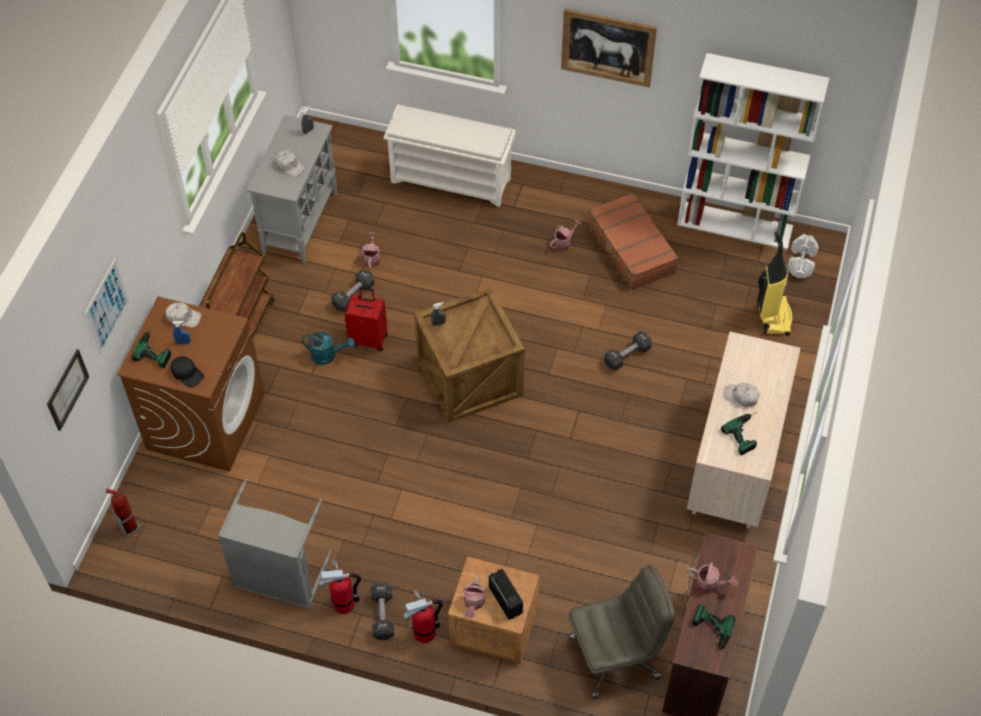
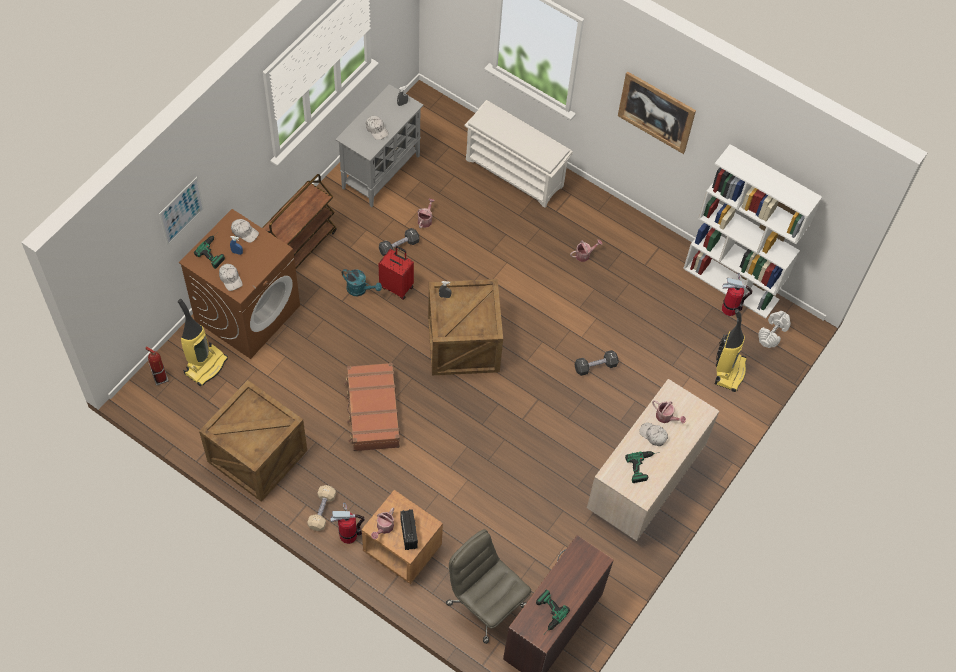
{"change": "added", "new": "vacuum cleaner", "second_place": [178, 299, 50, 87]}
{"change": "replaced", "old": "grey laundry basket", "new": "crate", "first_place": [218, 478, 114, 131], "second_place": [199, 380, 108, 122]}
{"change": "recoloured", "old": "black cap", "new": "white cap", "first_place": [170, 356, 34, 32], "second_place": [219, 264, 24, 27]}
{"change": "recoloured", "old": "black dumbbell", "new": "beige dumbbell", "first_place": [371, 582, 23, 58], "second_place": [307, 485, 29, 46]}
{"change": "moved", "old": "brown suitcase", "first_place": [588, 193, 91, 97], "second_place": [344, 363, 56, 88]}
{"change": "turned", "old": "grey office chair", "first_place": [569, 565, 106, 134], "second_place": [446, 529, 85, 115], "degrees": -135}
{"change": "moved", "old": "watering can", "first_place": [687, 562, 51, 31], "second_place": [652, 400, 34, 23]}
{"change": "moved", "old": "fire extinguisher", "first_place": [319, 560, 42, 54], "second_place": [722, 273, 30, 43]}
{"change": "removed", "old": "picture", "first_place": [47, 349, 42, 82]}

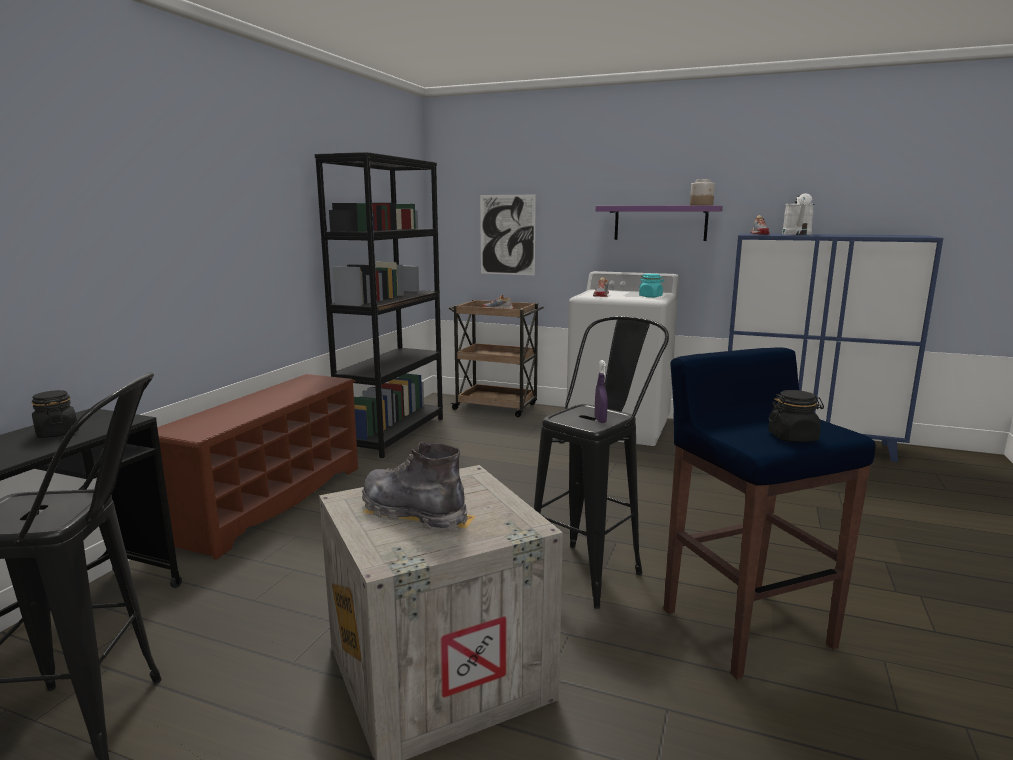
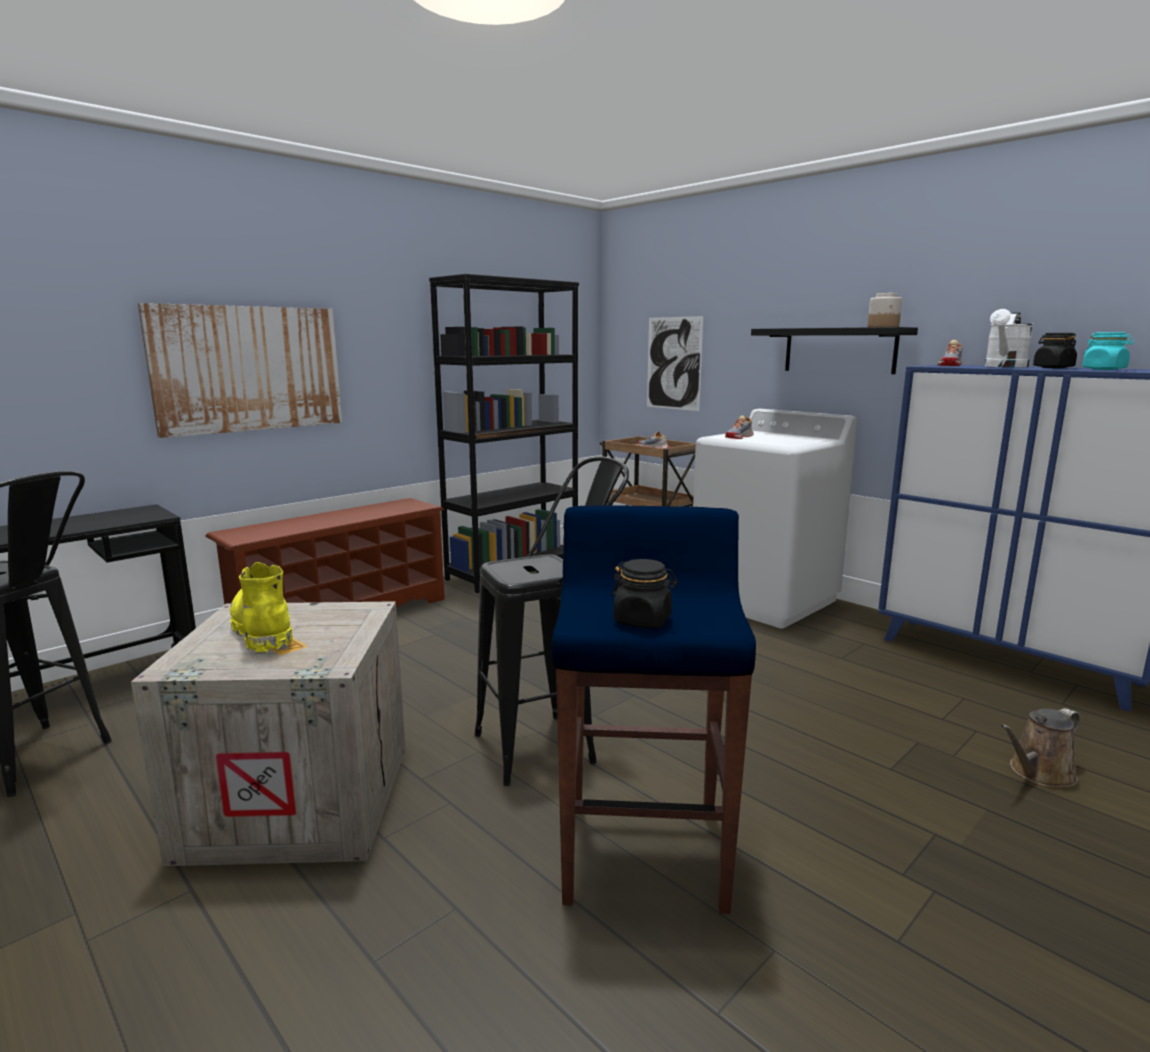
{"change": "added", "new": "picture", "second_place": [138, 303, 204, 135]}
{"change": "recoloured", "old": "grey boot", "new": "yellow boot", "first_place": [362, 442, 106, 89], "second_place": [230, 562, 63, 92]}
{"change": "recoloured", "old": "purple shelf", "new": "black shelf", "first_place": [596, 205, 127, 36], "second_place": [751, 327, 167, 47]}
{"change": "added", "new": "brown watering can", "second_place": [1000, 708, 80, 79]}
{"change": "moved", "old": "black jar", "first_place": [31, 390, 48, 48], "second_place": [1033, 333, 44, 35]}
{"change": "moved", "old": "turquoise jar", "first_place": [639, 274, 25, 24], "second_place": [1082, 332, 52, 38]}
{"change": "removed", "old": "purple spray bottle", "first_place": [595, 360, 13, 63]}

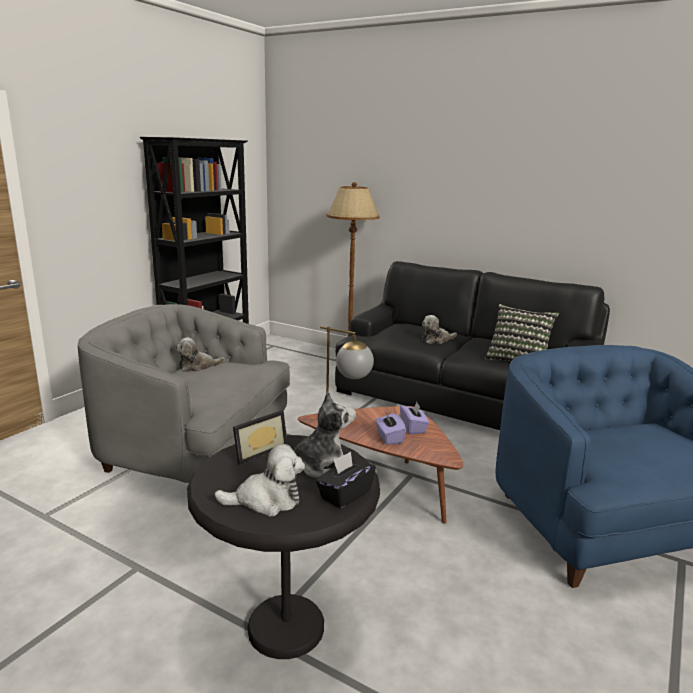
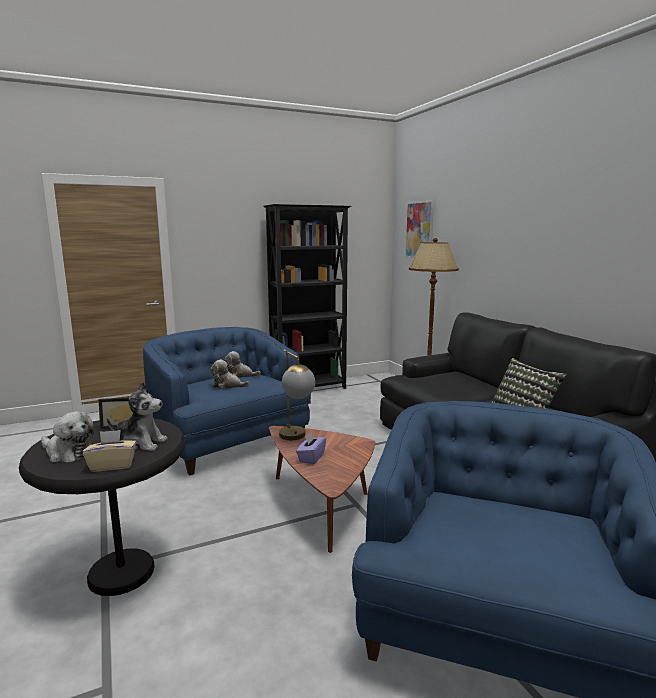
{"change": "recoloured", "old": "black tissue box", "new": "beige tissue box", "first_place": [316, 452, 60, 57], "second_place": [83, 430, 54, 42]}
{"change": "recoloured", "old": "grey armchair", "new": "blue armchair", "first_place": [78, 304, 212, 179], "second_place": [143, 327, 168, 148]}
{"change": "moved", "old": "plush toy", "first_place": [422, 315, 35, 29], "second_place": [211, 359, 38, 30]}
{"change": "added", "new": "picture", "second_place": [405, 200, 29, 58]}
{"change": "removed", "old": "purple tissue box", "first_place": [400, 402, 29, 32]}

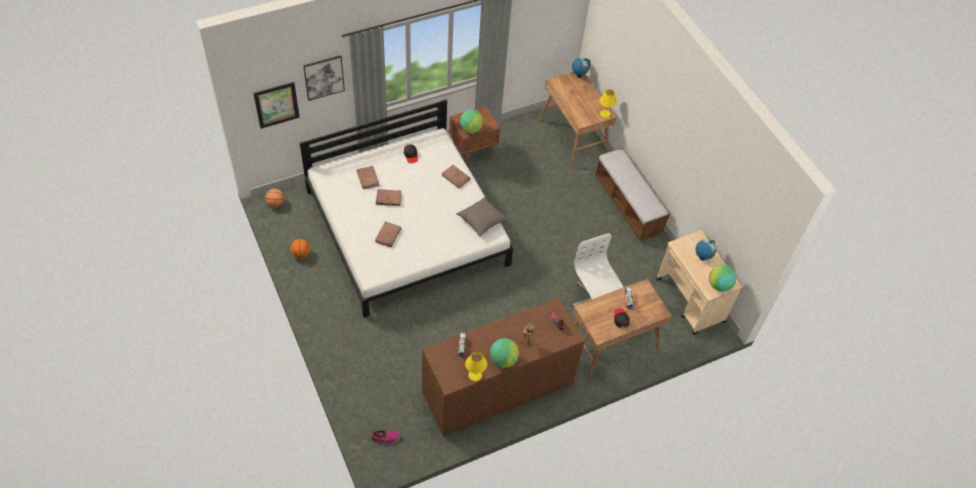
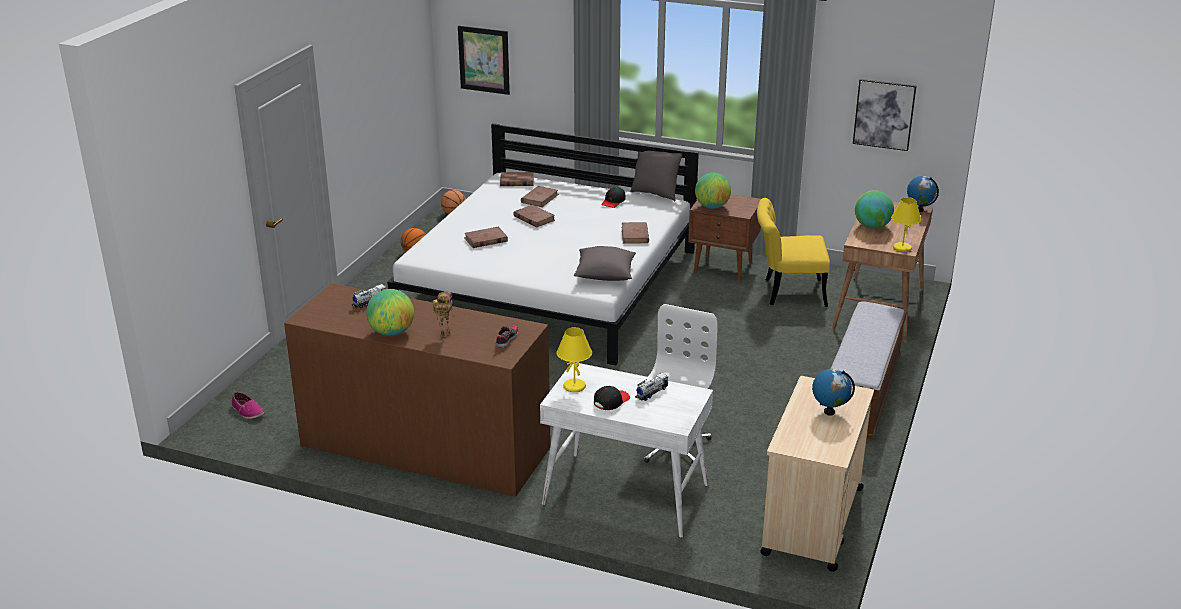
{"change": "added", "new": "brown book", "second_place": [500, 172, 34, 14]}
{"change": "recoloured", "old": "brown desk", "new": "white desk", "first_place": [572, 279, 100, 100], "second_place": [540, 362, 173, 176]}
{"change": "moved", "old": "yellow table lamp", "first_place": [465, 352, 22, 30], "second_place": [557, 327, 35, 65]}
{"change": "added", "new": "grey pillow", "second_place": [630, 142, 52, 59]}
{"change": "added", "new": "yellow chair", "second_place": [757, 198, 73, 109]}
{"change": "moved", "old": "picture", "first_place": [303, 55, 42, 46], "second_place": [853, 79, 64, 72]}
{"change": "moved", "old": "globe", "first_place": [709, 265, 27, 26], "second_place": [855, 190, 39, 39]}

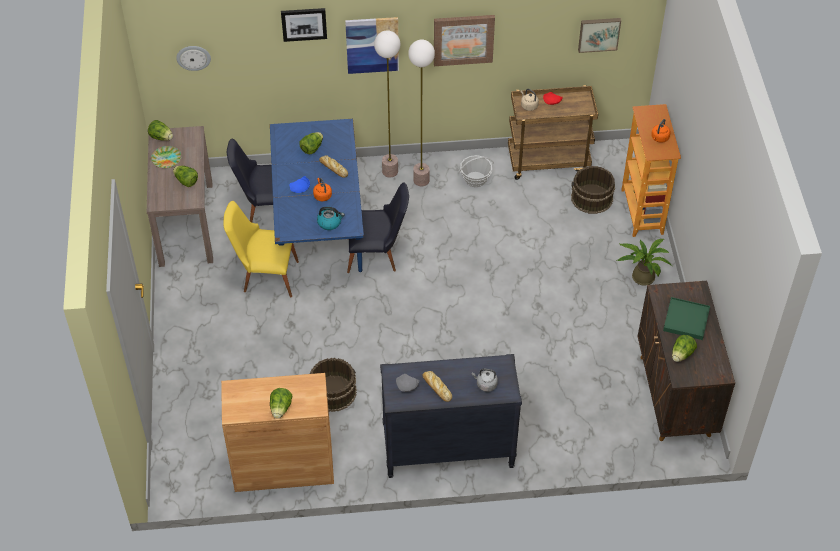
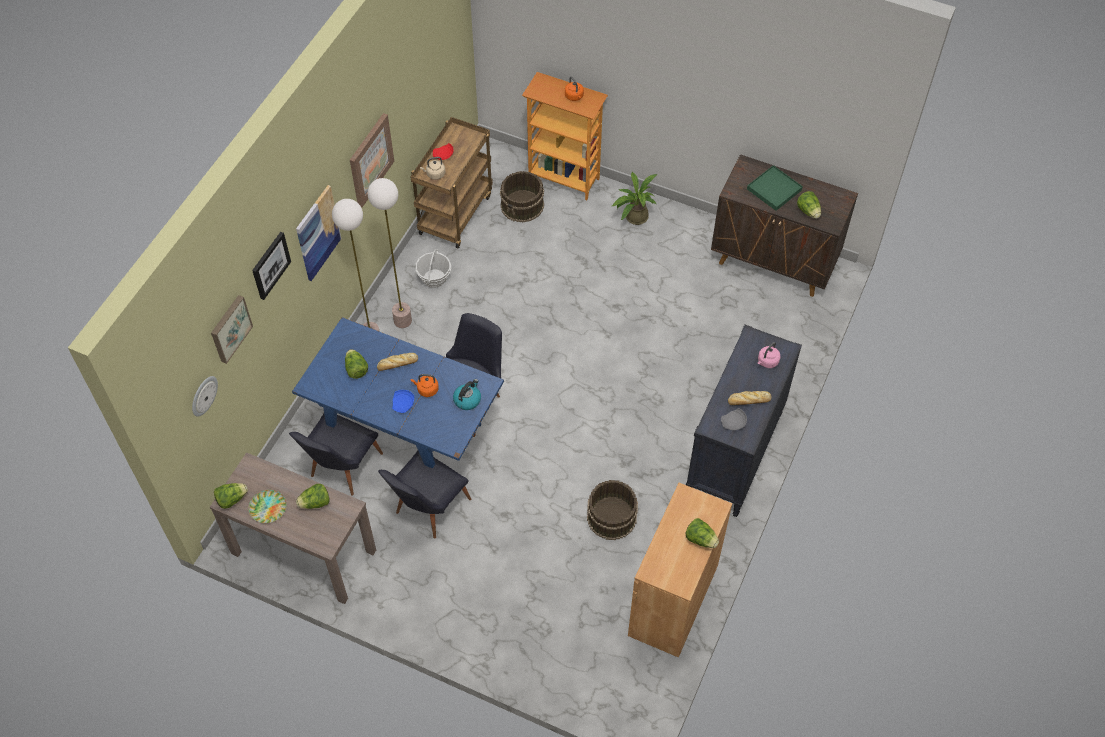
{"change": "moved", "old": "picture", "first_place": [578, 18, 43, 35], "second_place": [211, 295, 42, 69]}
{"change": "recoloured", "old": "yellow chair", "new": "black chair", "first_place": [223, 201, 76, 96], "second_place": [378, 451, 93, 88]}
{"change": "recoloured", "old": "grey kettle", "new": "pink kettle", "first_place": [472, 368, 26, 24], "second_place": [758, 342, 23, 26]}

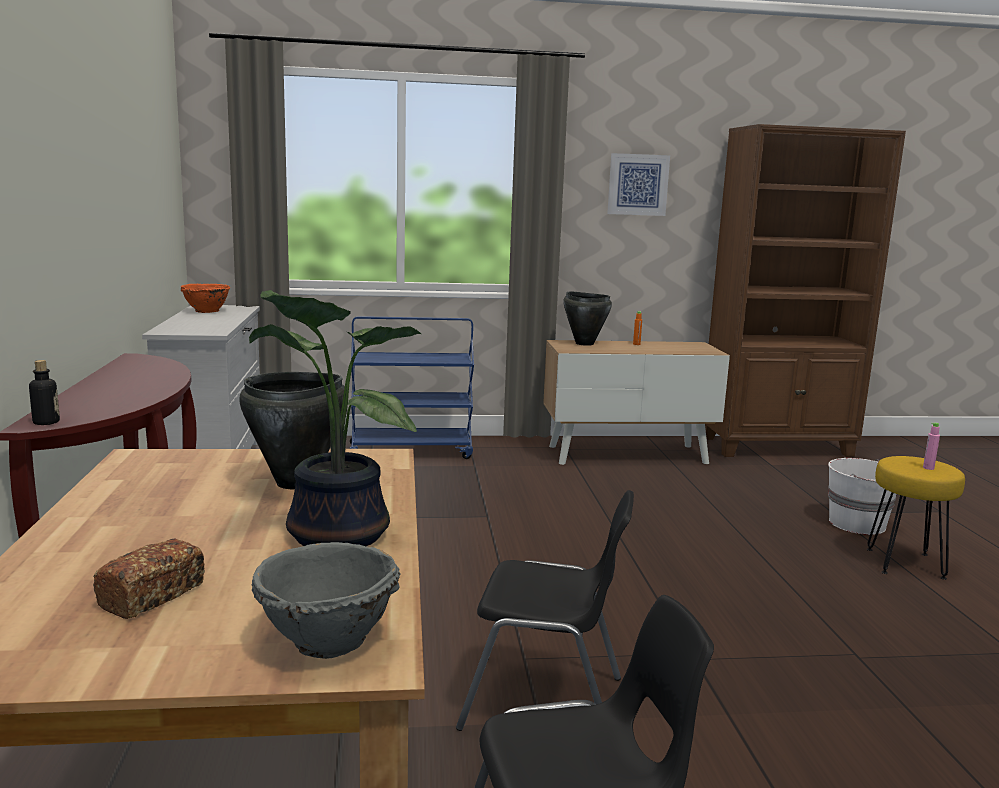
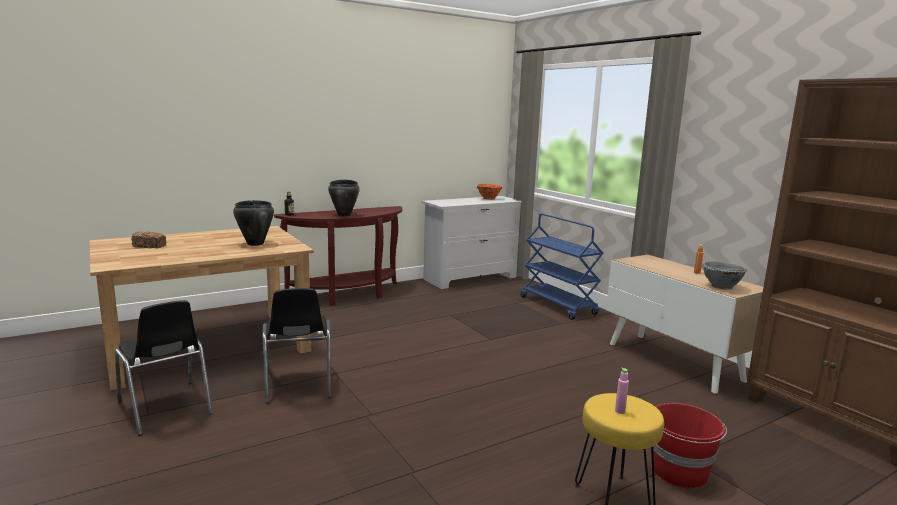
{"change": "moved", "old": "black cooking pot", "first_place": [563, 292, 49, 54], "second_place": [328, 180, 32, 36]}
{"change": "recoloured", "old": "white bucket", "new": "red bucket", "first_place": [828, 458, 69, 77], "second_place": [653, 403, 74, 86]}
{"change": "moved", "old": "grey bowl", "first_place": [252, 542, 149, 117], "second_place": [702, 261, 45, 28]}
{"change": "removed", "old": "potted plant", "first_place": [249, 290, 172, 256]}
{"change": "removed", "old": "picture", "first_place": [607, 153, 63, 63]}

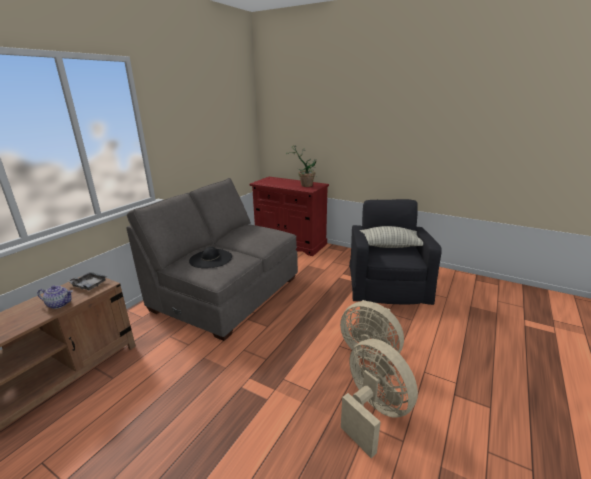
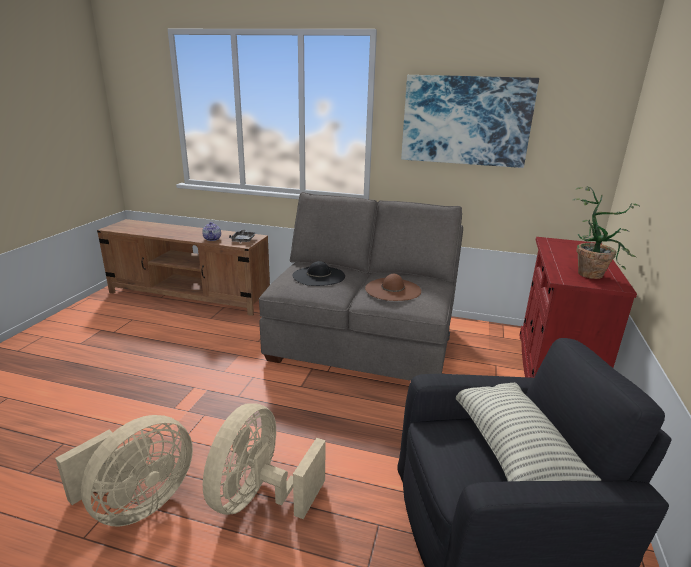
{"change": "added", "new": "brown hat", "second_place": [365, 274, 56, 27]}
{"change": "added", "new": "picture", "second_place": [401, 75, 138, 93]}

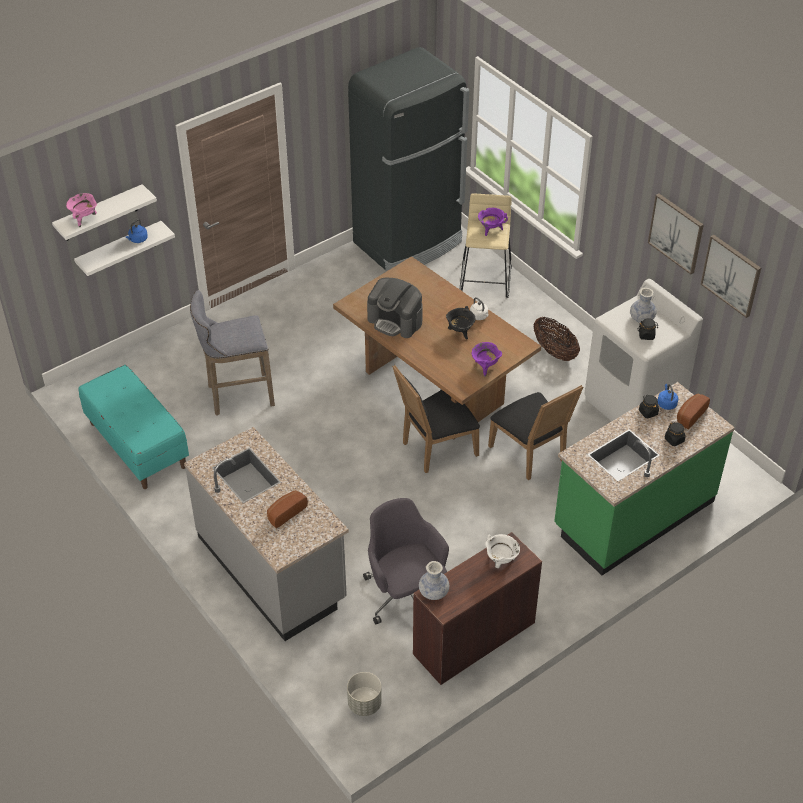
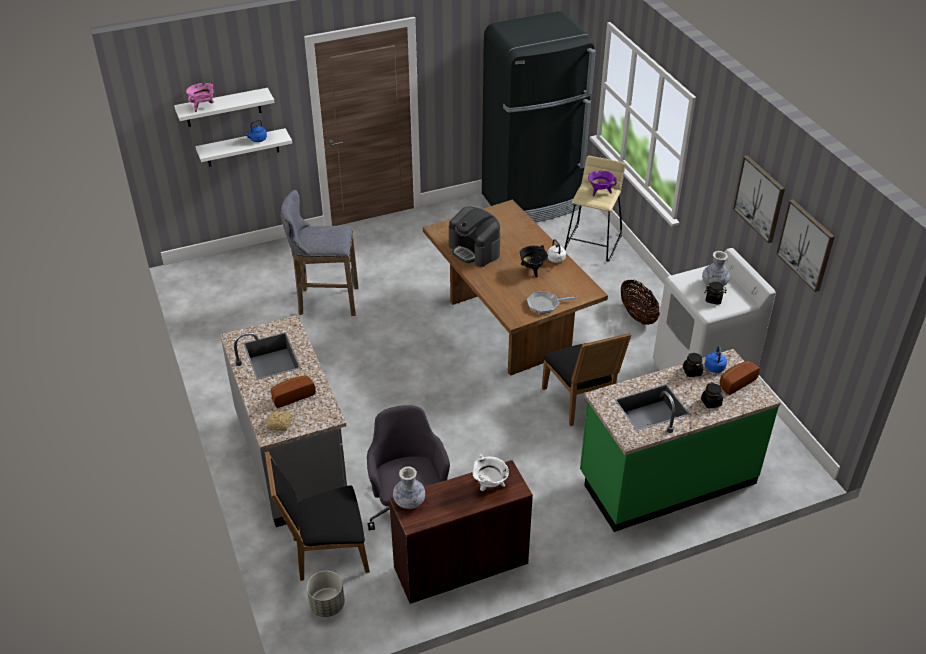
{"change": "moved", "old": "black chair", "first_place": [392, 365, 88, 108], "second_place": [265, 451, 105, 130]}
{"change": "added", "new": "bread", "second_place": [267, 410, 25, 21]}
{"change": "replaced", "old": "purple cooking pot", "new": "frying pan", "first_place": [471, 342, 31, 35], "second_place": [527, 291, 50, 23]}
{"change": "removed", "old": "turquoise bench", "first_place": [79, 365, 110, 124]}

